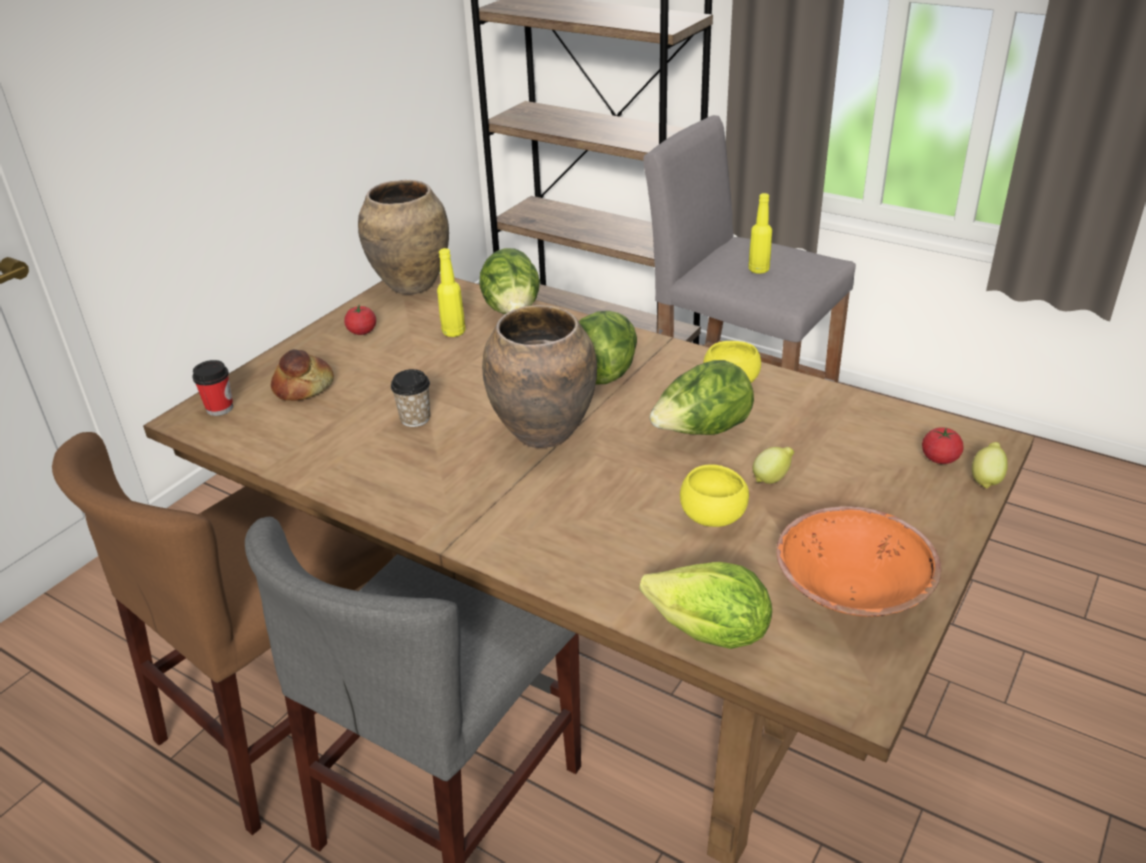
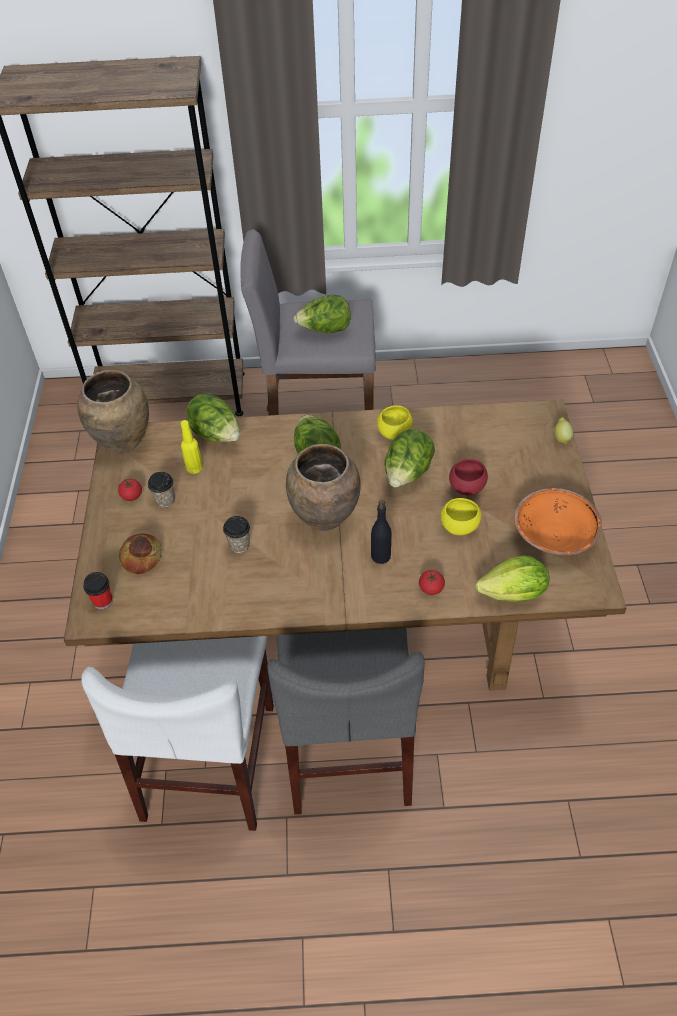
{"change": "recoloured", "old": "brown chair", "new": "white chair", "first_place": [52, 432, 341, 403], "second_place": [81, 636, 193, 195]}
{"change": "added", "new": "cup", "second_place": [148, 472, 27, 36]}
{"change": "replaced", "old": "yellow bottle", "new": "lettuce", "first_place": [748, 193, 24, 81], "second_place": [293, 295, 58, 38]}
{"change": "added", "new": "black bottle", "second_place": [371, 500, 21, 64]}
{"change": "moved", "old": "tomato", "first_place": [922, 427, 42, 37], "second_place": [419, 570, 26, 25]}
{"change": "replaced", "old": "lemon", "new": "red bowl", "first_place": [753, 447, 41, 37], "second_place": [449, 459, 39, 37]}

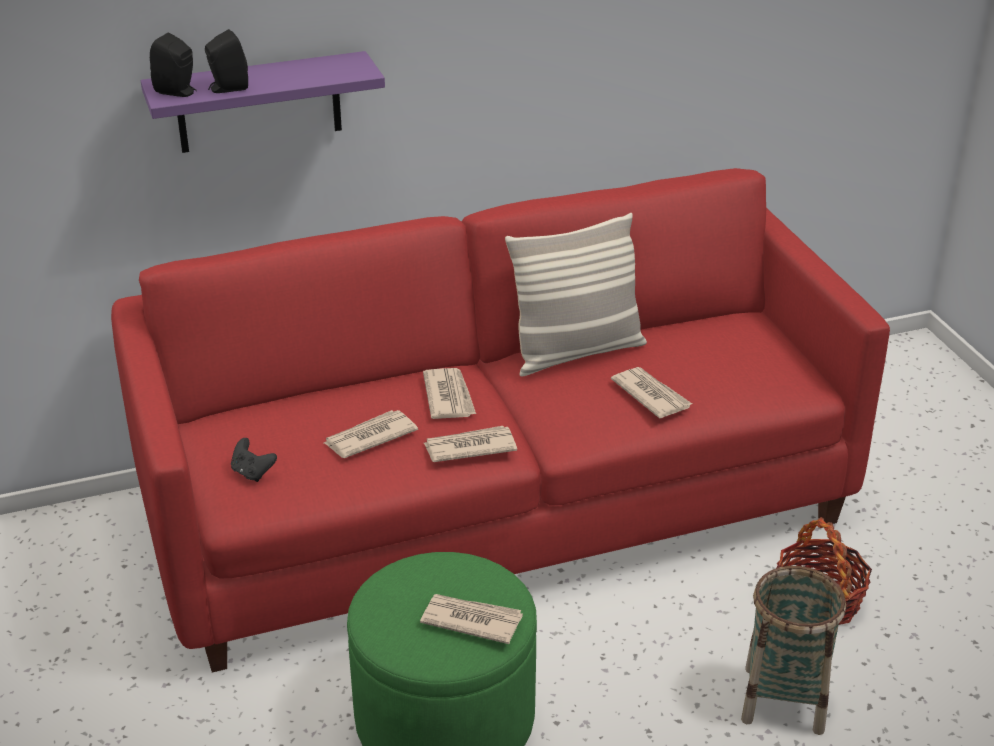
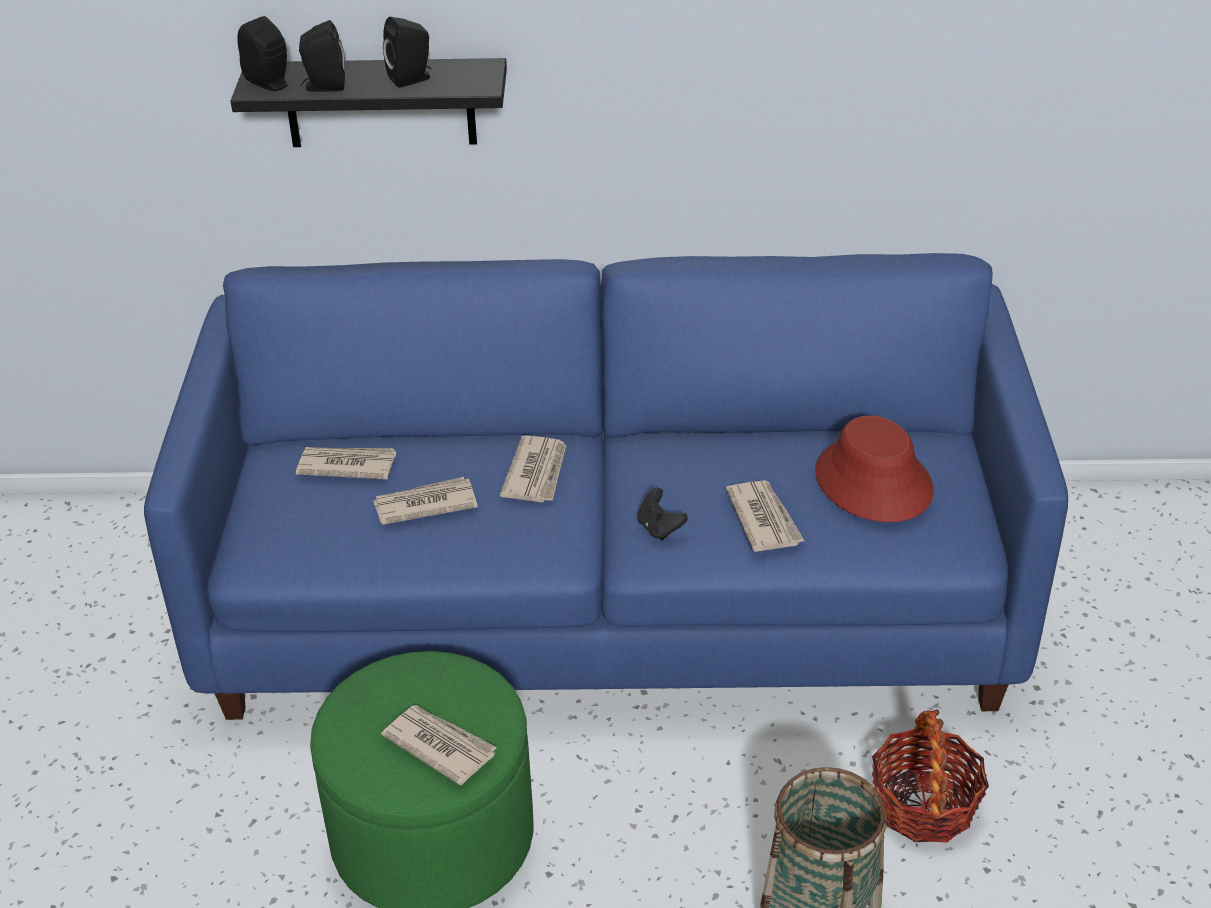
{"change": "recoloured", "old": "red sofa", "new": "blue sofa", "first_place": [111, 168, 779, 505], "second_place": [144, 253, 924, 467]}
{"change": "recoloured", "old": "purple shelf", "new": "black shelf", "first_place": [141, 51, 244, 102], "second_place": [231, 58, 276, 89]}
{"change": "moved", "old": "newspaper", "first_place": [424, 426, 93, 36], "second_place": [296, 447, 100, 32]}
{"change": "added", "new": "black speaker", "second_place": [383, 17, 48, 71]}
{"change": "moved", "old": "black game controller", "first_place": [231, 438, 46, 44], "second_place": [637, 488, 51, 53]}
{"change": "added", "new": "red hat", "second_place": [815, 416, 119, 106]}
{"change": "removed", "old": "pillow", "first_place": [505, 213, 142, 164]}

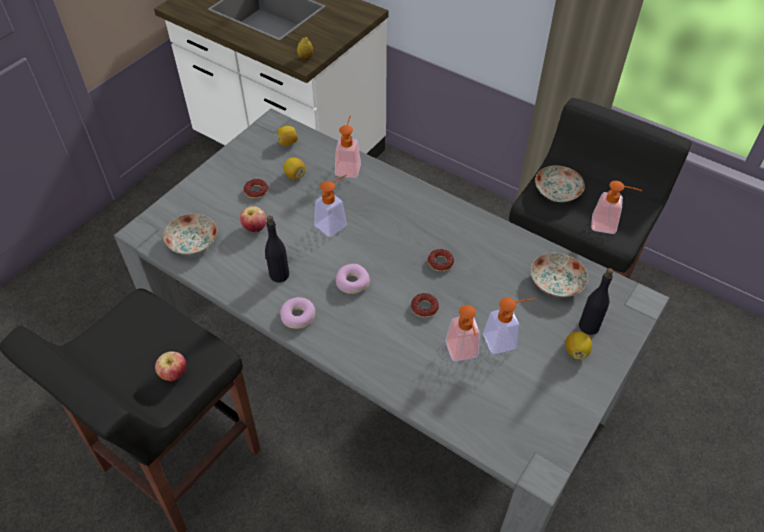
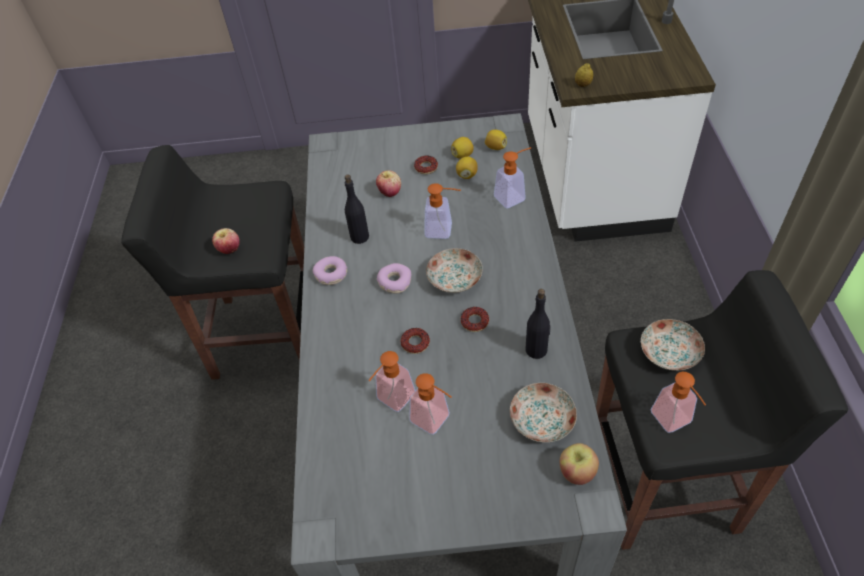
{"change": "moved", "old": "plate", "first_place": [163, 214, 54, 41], "second_place": [426, 248, 57, 45]}
{"change": "moved", "old": "lemon", "first_place": [565, 331, 27, 28], "second_place": [451, 137, 23, 22]}
{"change": "moved", "old": "black bottle", "first_place": [579, 268, 34, 67], "second_place": [526, 289, 24, 70]}
{"change": "added", "new": "apple", "second_place": [560, 443, 39, 42]}

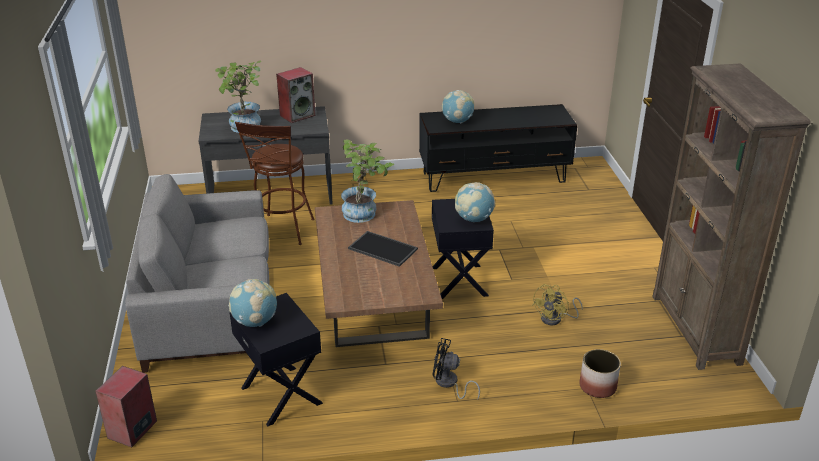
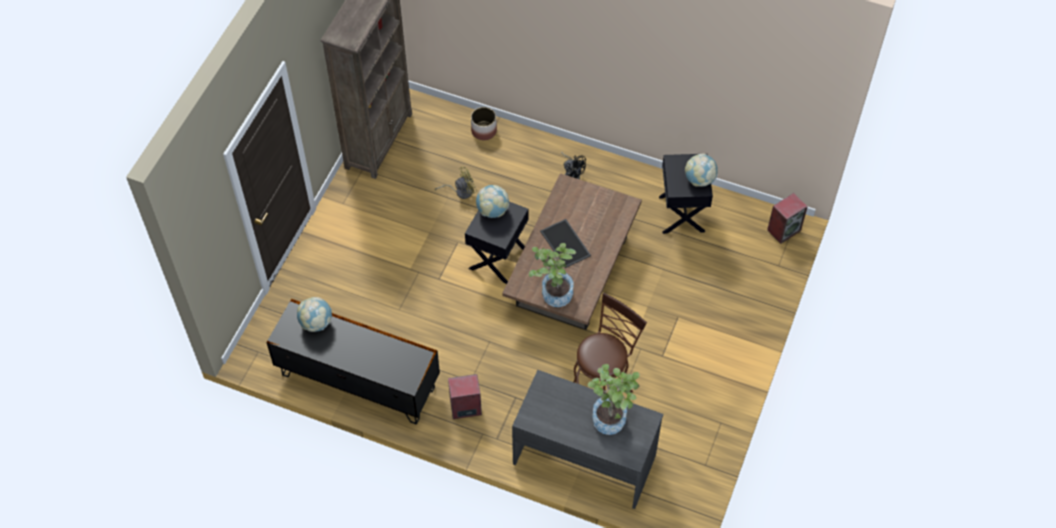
{"change": "moved", "old": "globe", "first_place": [441, 90, 33, 33], "second_place": [297, 297, 35, 35]}
{"change": "moved", "old": "speaker", "first_place": [276, 67, 39, 56], "second_place": [448, 374, 34, 45]}
{"change": "removed", "old": "grey sofa", "first_place": [125, 174, 144, 199]}

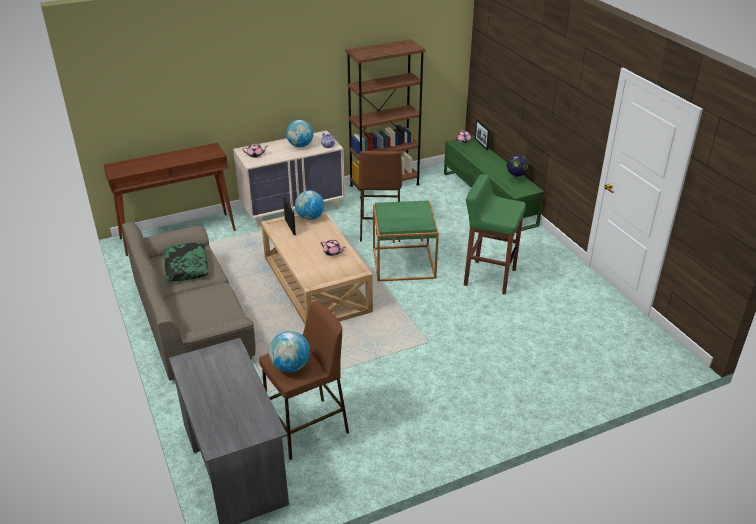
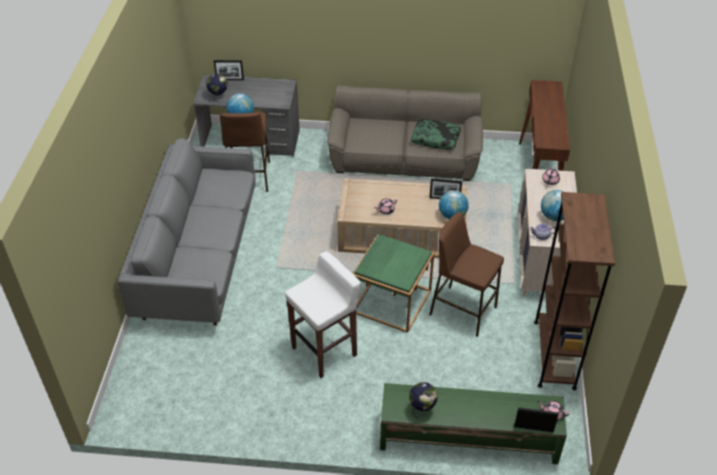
{"change": "added", "new": "grey sofa", "second_place": [117, 138, 139, 187]}
{"change": "added", "new": "globe", "second_place": [206, 73, 22, 29]}
{"change": "added", "new": "picture frame", "second_place": [214, 60, 30, 20]}
{"change": "recoloured", "old": "green stool", "new": "white stool", "first_place": [464, 174, 62, 120], "second_place": [285, 251, 76, 127]}

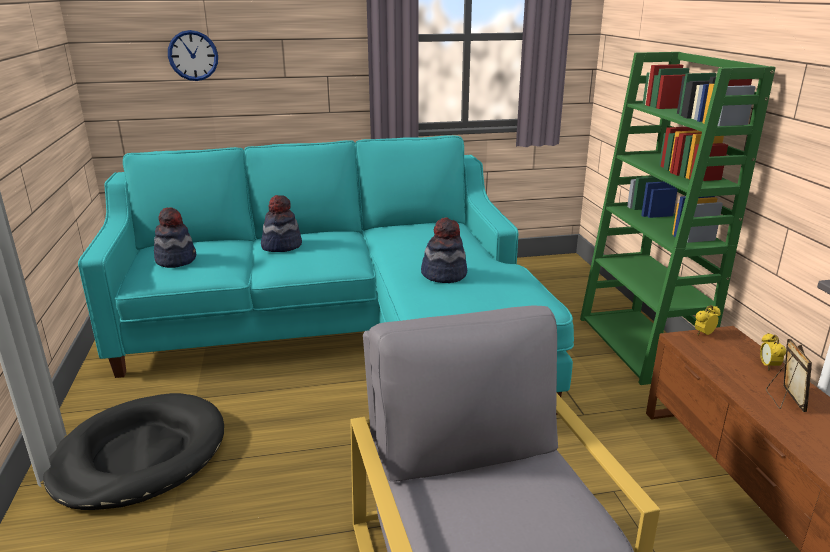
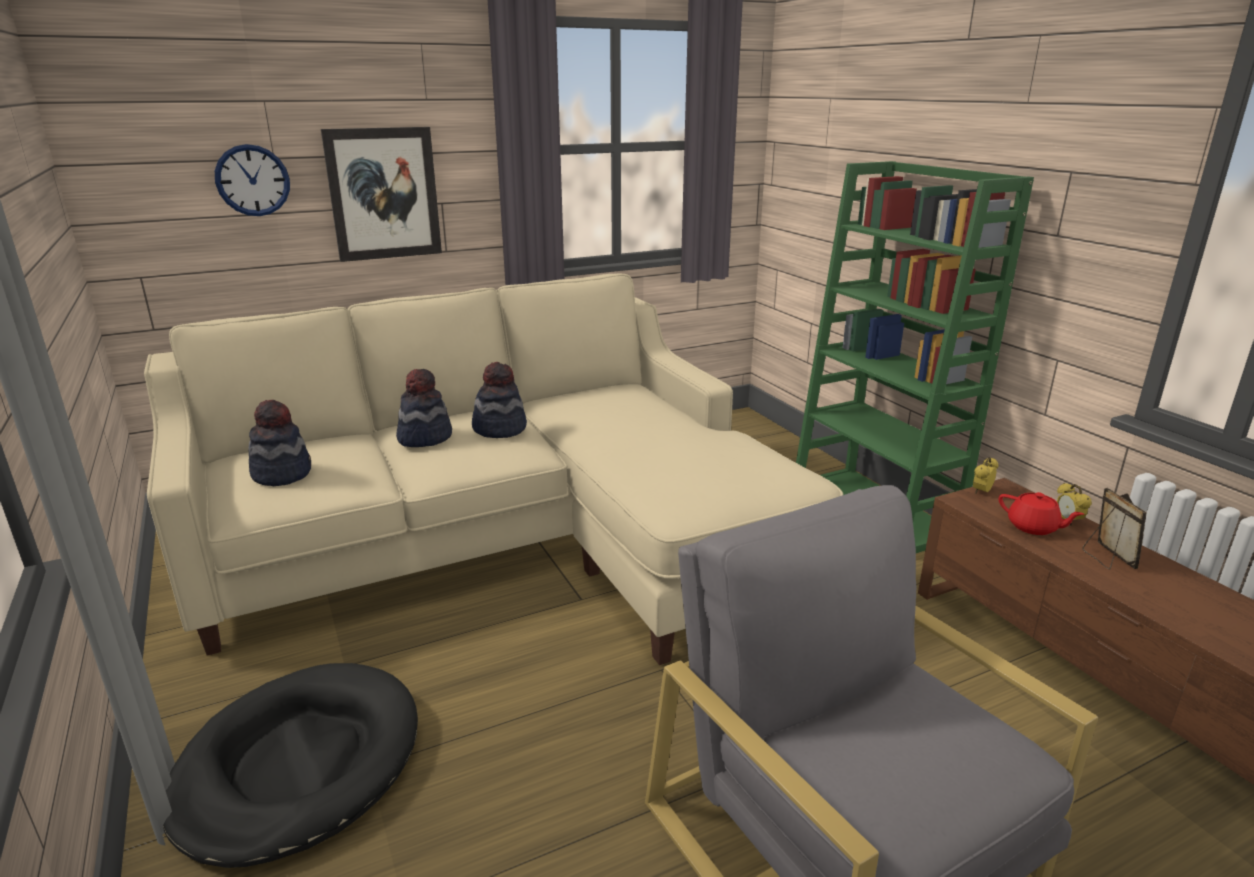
{"change": "recoloured", "old": "turquoise sofa", "new": "beige sofa", "first_place": [78, 135, 496, 280], "second_place": [144, 274, 699, 391]}
{"change": "added", "new": "picture", "second_place": [321, 127, 121, 135]}
{"change": "moved", "old": "hat", "first_place": [421, 218, 46, 65], "second_place": [472, 362, 55, 76]}
{"change": "added", "new": "red teapot", "second_place": [999, 492, 85, 43]}

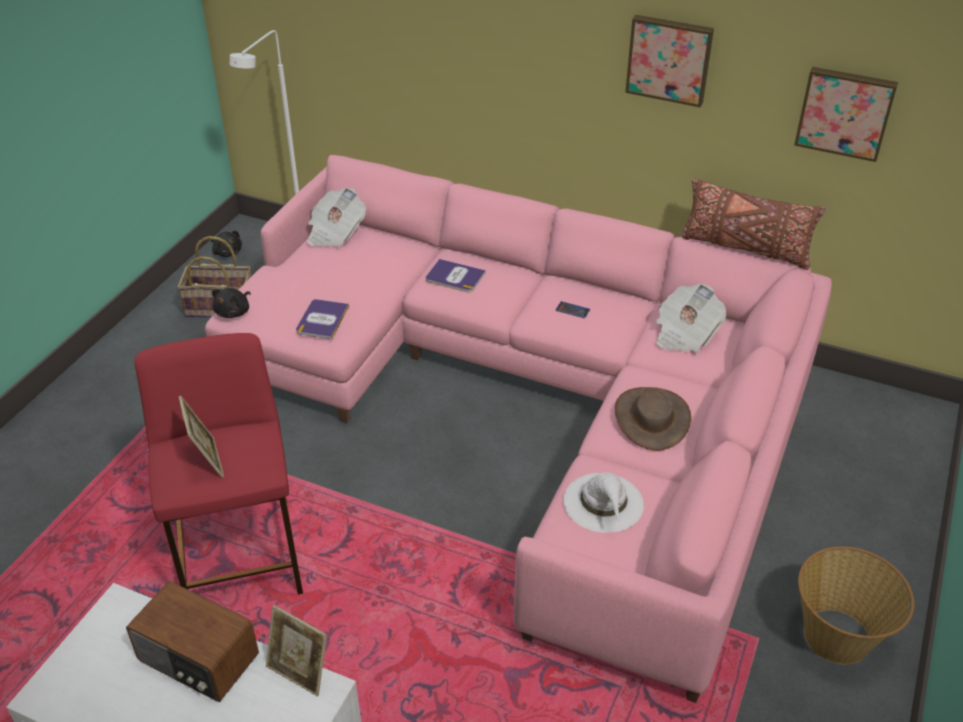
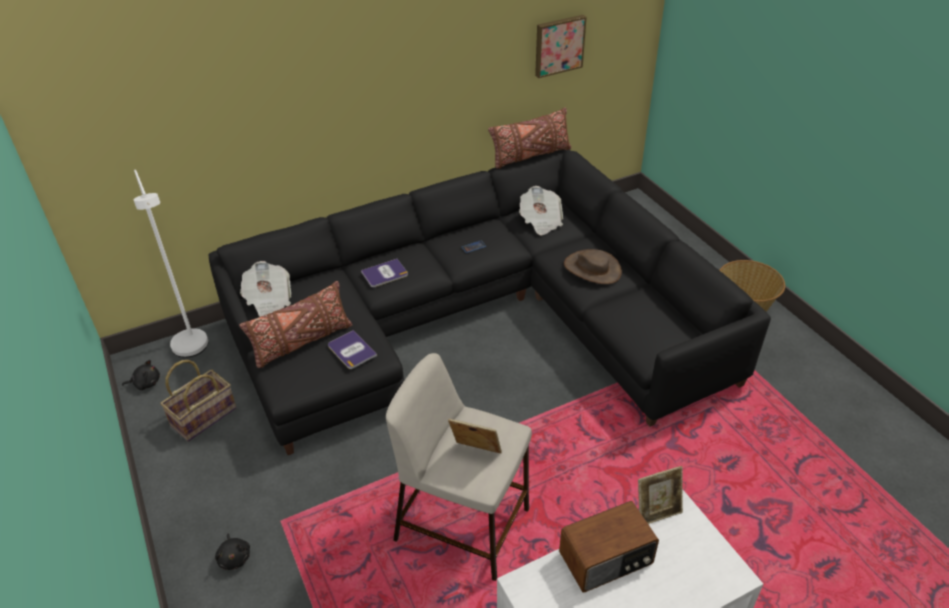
{"change": "recoloured", "old": "pink sofa", "new": "black sofa", "first_place": [205, 155, 627, 548], "second_place": [208, 150, 563, 305]}
{"change": "moved", "old": "black plush toy", "first_place": [212, 288, 39, 30], "second_place": [215, 534, 35, 36]}
{"change": "added", "new": "brown pillow", "second_place": [239, 281, 113, 87]}
{"change": "recoloured", "old": "red stool", "new": "beige stool", "first_place": [134, 333, 169, 262], "second_place": [386, 353, 146, 228]}
{"change": "removed", "old": "white hat", "first_place": [564, 472, 80, 61]}
{"change": "removed", "old": "picture", "first_place": [625, 15, 89, 92]}

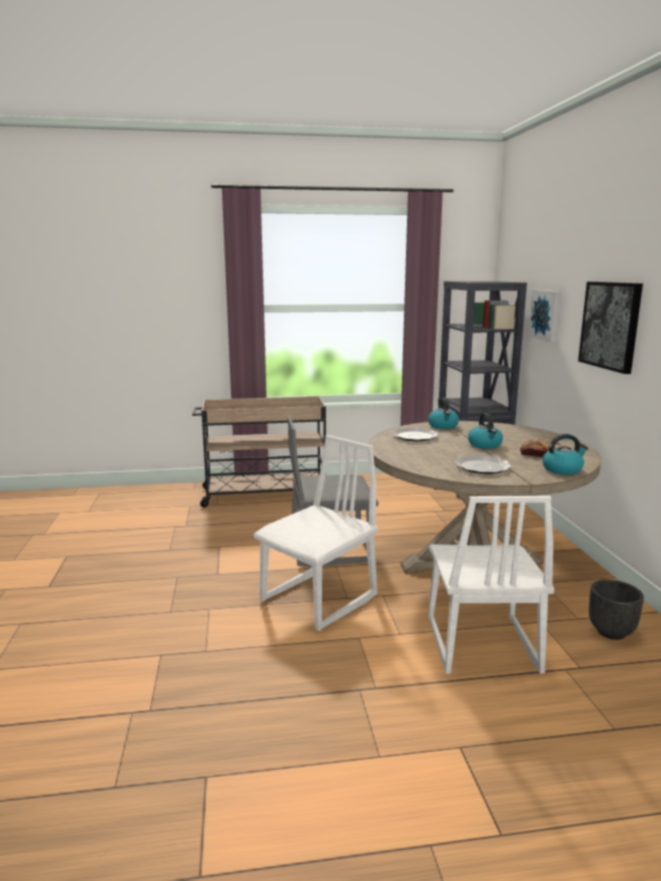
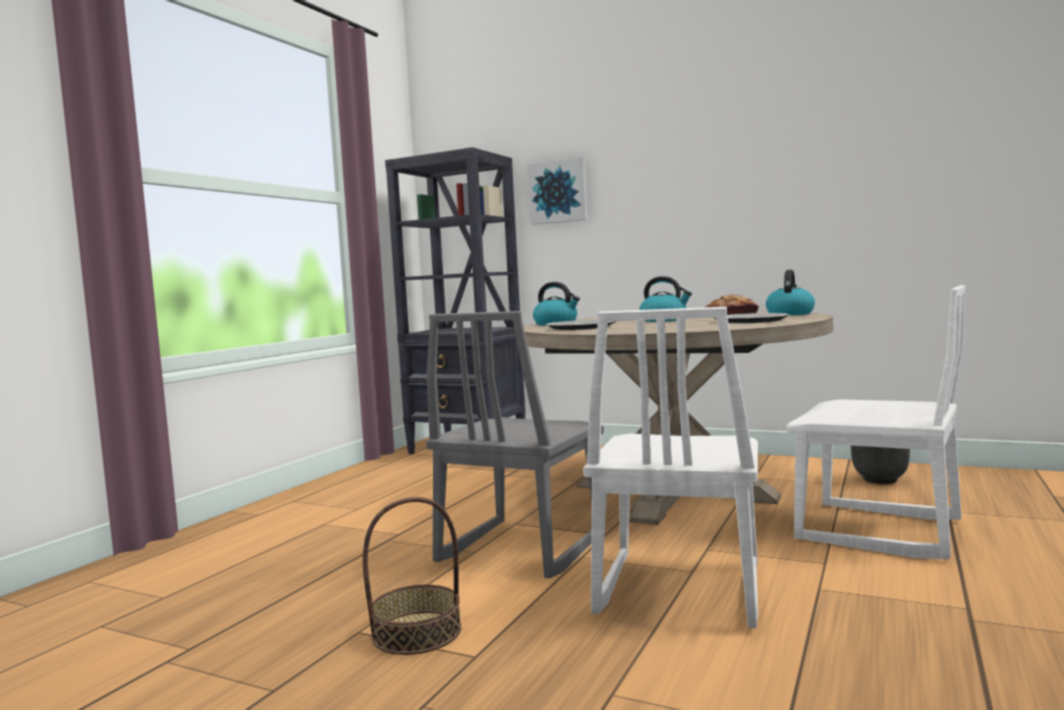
{"change": "added", "new": "basket", "second_place": [363, 497, 98, 158]}
{"change": "turned", "old": "white chair", "first_place": [254, 435, 124, 196], "second_place": [583, 307, 175, 321], "degrees": -150}
{"change": "removed", "old": "beige cart", "first_place": [192, 396, 134, 111]}
{"change": "removed", "old": "picture", "first_place": [578, 282, 65, 92]}

